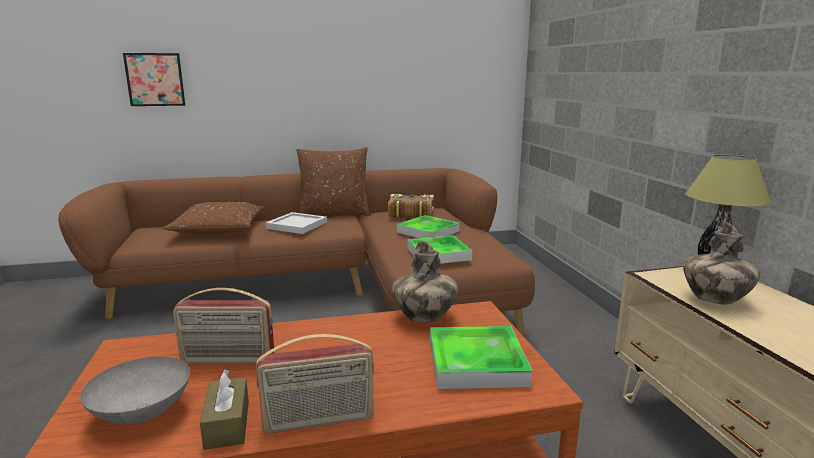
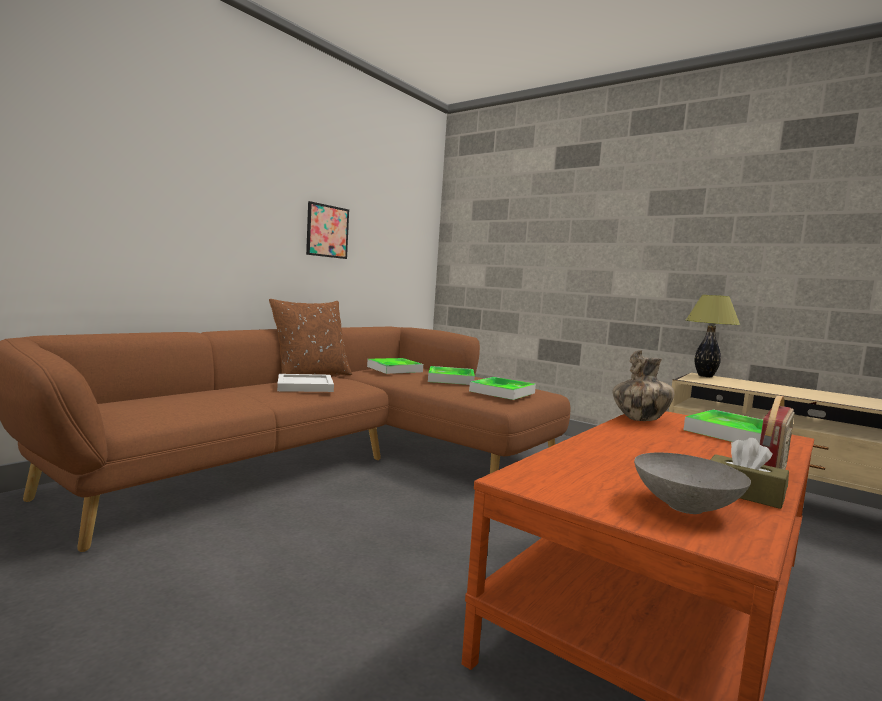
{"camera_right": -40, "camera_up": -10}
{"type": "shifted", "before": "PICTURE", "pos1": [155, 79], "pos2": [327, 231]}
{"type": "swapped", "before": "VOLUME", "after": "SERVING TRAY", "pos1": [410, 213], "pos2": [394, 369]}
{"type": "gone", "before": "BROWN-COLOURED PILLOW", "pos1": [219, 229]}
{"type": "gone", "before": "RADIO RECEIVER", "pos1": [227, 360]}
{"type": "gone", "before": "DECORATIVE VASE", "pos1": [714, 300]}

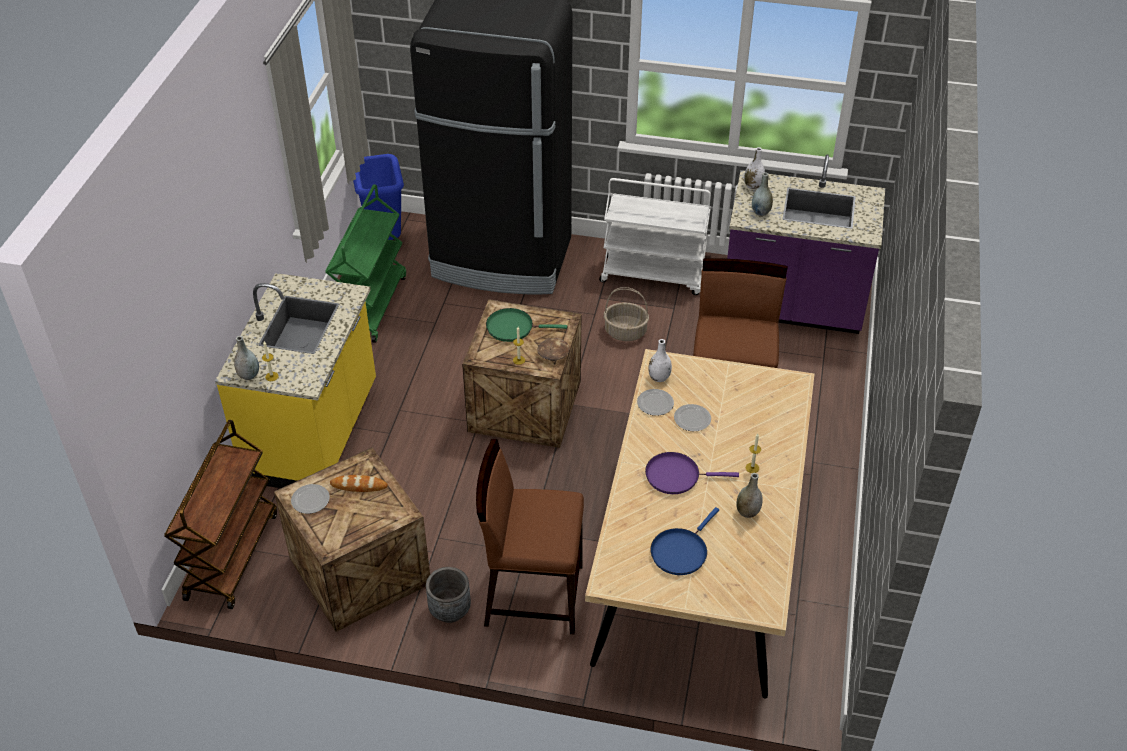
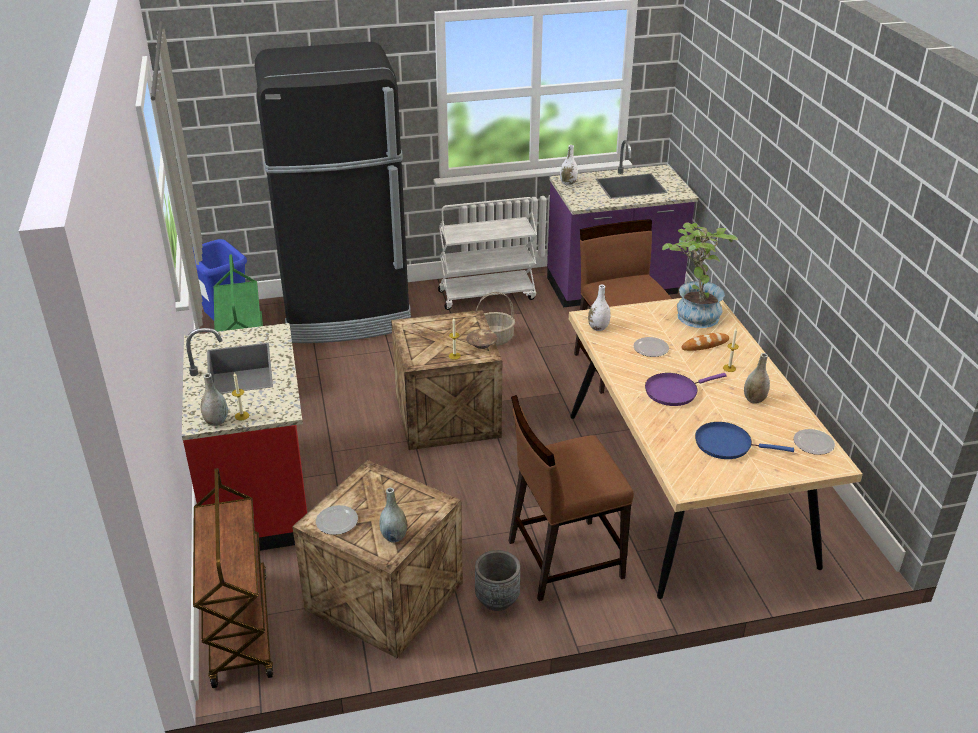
{"camera_right": -25, "camera_up": -10}
{"type": "repainted", "before": "YELLOW KITCHEN COUNTER", "after": "REDDISH KITCHEN COUNTER", "pos1": [315, 434], "pos2": [260, 495]}
{"type": "shifted", "before": "GRAY DECORATIVE VASE", "pos1": [760, 212], "pos2": [394, 537]}
{"type": "new", "after": "POTTED PLANT", "pos2": [692, 314]}
{"type": "shifted", "before": "BAKED BREAD", "pos1": [359, 486], "pos2": [705, 345]}
{"type": "rotated", "before": "BLUISH FRYING PAN", "pos1": [680, 551], "pos2": [727, 444], "turn": 90}
{"type": "shifted", "before": "FLAT DISH", "pos1": [656, 404], "pos2": [814, 443]}
{"type": "gone", "before": "GREEN FRYING PAN", "pos1": [513, 327]}

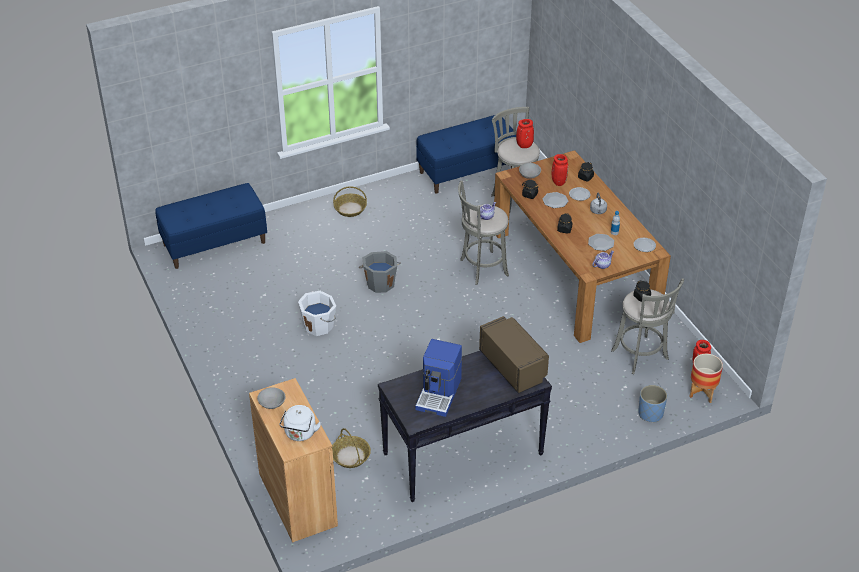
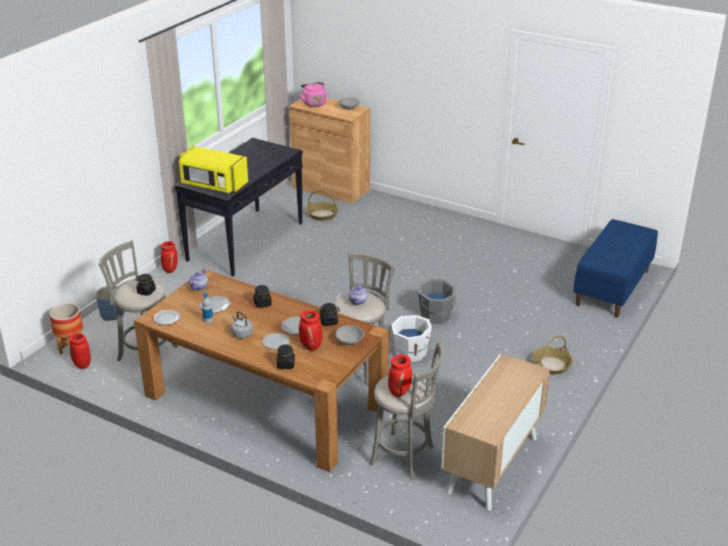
{"camera_right": 145, "camera_up": -10}
{"type": "new", "after": "REDDISH DECORATIVE VASE", "pos2": [170, 269]}
{"type": "repainted", "before": "BROWN-COLOURED MICROWAVE OVEN", "after": "YELLOW MICROWAVE OVEN", "pos1": [513, 366], "pos2": [213, 185]}
{"type": "repainted", "before": "WHITE TEA KETTLE", "after": "PINK TEA KETTLE", "pos1": [300, 434], "pos2": [314, 103]}
{"type": "shifted", "before": "WHITE WATER BUCKET", "pos1": [319, 325], "pos2": [410, 353]}
{"type": "swapped", "before": "BLUISH LONG SEAT", "after": "CUPBOARD", "pos1": [467, 171], "pos2": [493, 465]}
{"type": "gone", "before": "COFFEE MAKER", "pos1": [439, 393]}

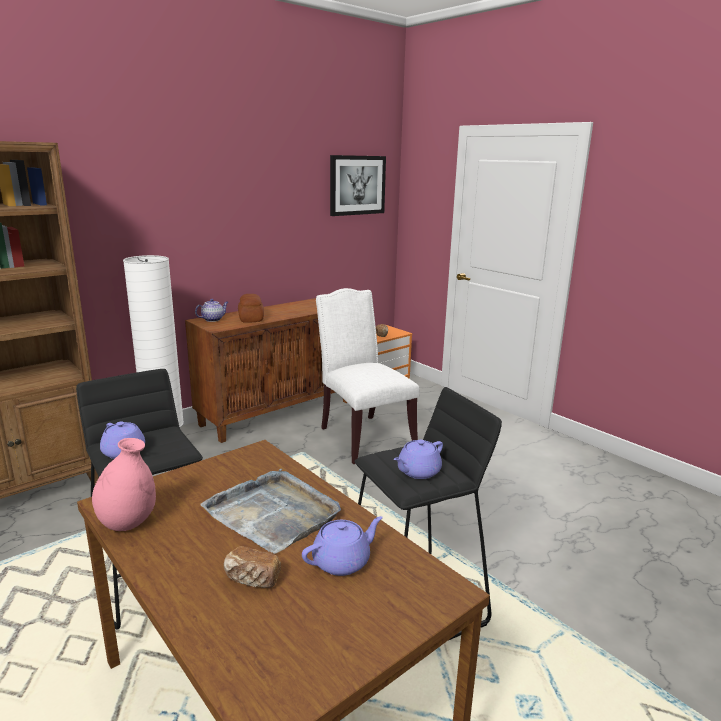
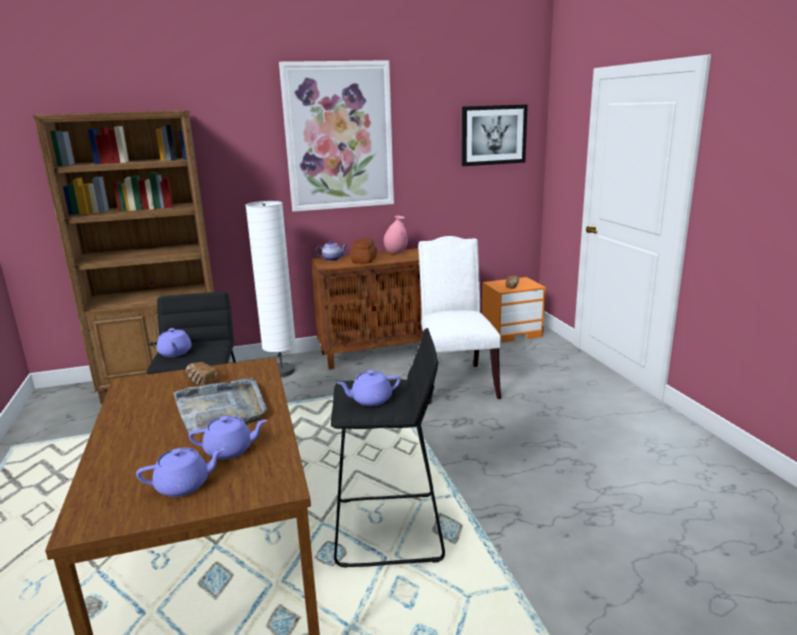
{"camera_right": 25, "camera_up": 0}
{"type": "new", "after": "PURPLE-COLOURED TEAPOT", "pos2": [184, 485]}
{"type": "shifted", "before": "BAKED BREAD", "pos1": [252, 579], "pos2": [202, 382]}
{"type": "new", "after": "PICTURE", "pos2": [339, 137]}
{"type": "shifted", "before": "PINK DECORATIVE VASE", "pos1": [128, 523], "pos2": [396, 253]}

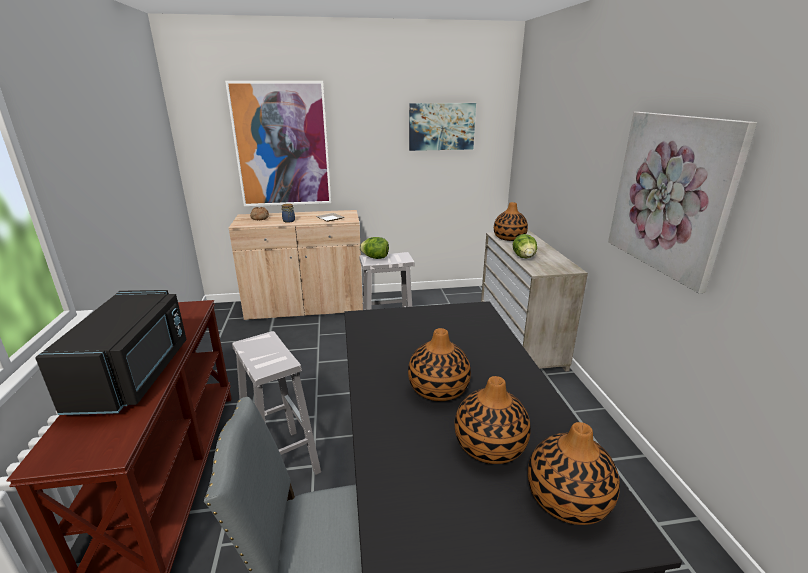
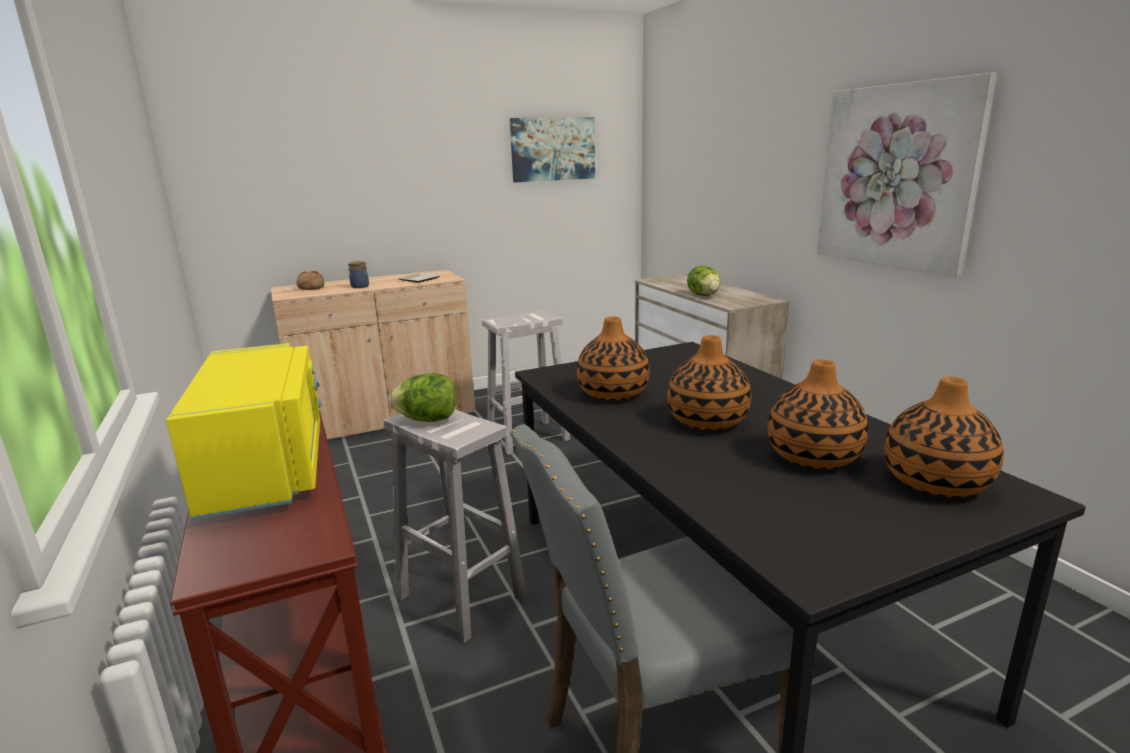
{"camera_right": -15, "camera_up": -5}
{"type": "repainted", "before": "BLACK-COLOURED MICROWAVE OVEN", "after": "YELLOW MICROWAVE OVEN", "pos1": [135, 375], "pos2": [269, 467]}
{"type": "shifted", "before": "LETTUCE", "pos1": [375, 258], "pos2": [428, 420]}
{"type": "shifted", "before": "DECORATIVE VASE", "pos1": [509, 238], "pos2": [613, 393]}
{"type": "gone", "before": "PICTURE", "pos1": [282, 145]}

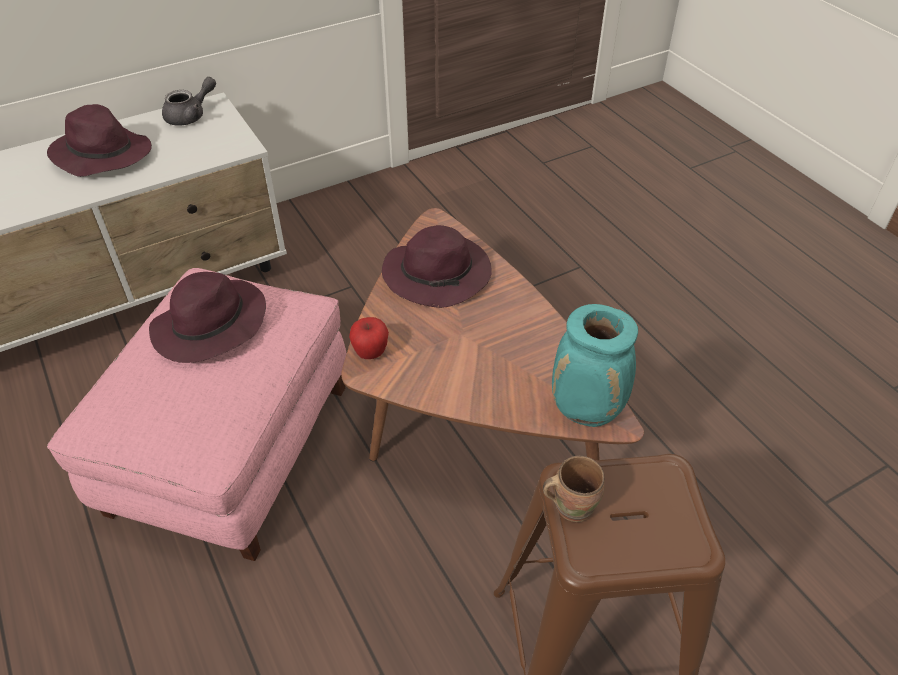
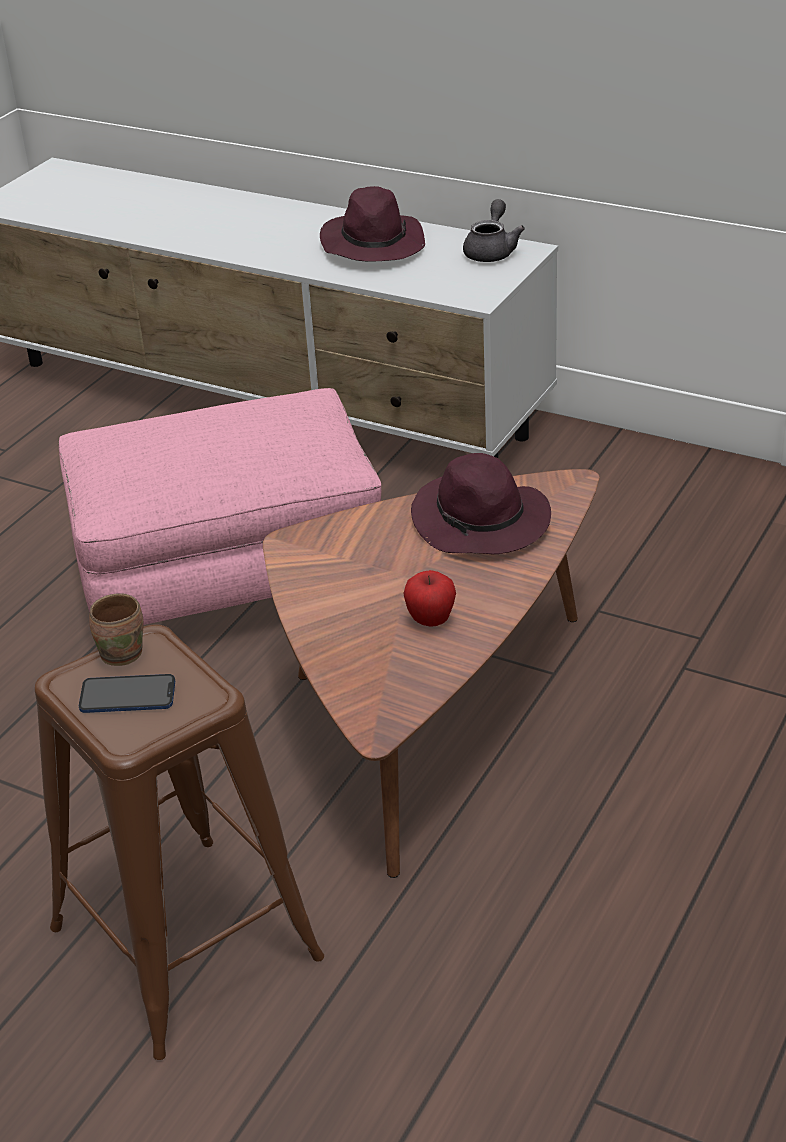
{"camera_right": 60, "camera_up": -10}
{"type": "new", "after": "HANDSET", "pos2": [128, 696]}
{"type": "shifted", "before": "APPLE", "pos1": [370, 353], "pos2": [431, 621]}
{"type": "rotated", "before": "GRAY TEAPOT", "pos1": [191, 116], "pos2": [492, 251], "turn": -90}
{"type": "gone", "before": "PURPLE-COLOURED CLOTHING HAT", "pos1": [210, 327]}
{"type": "gone", "before": "TURQUOISE-COLOURED DECORATIVE VASE", "pos1": [587, 411]}

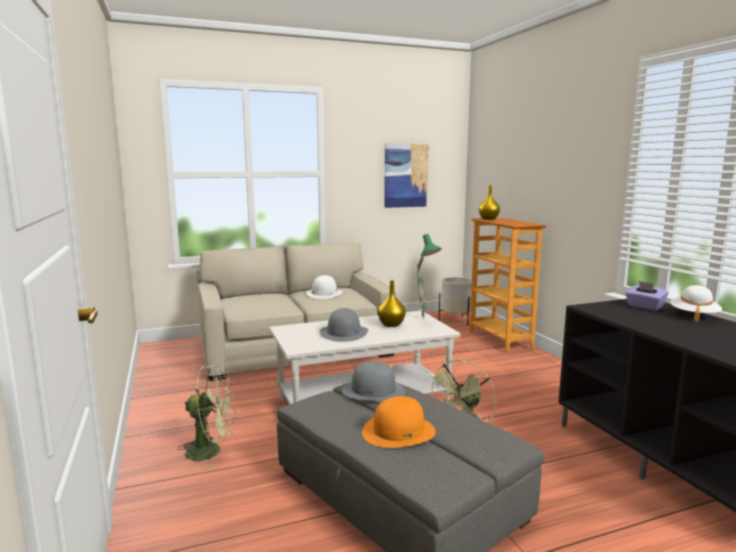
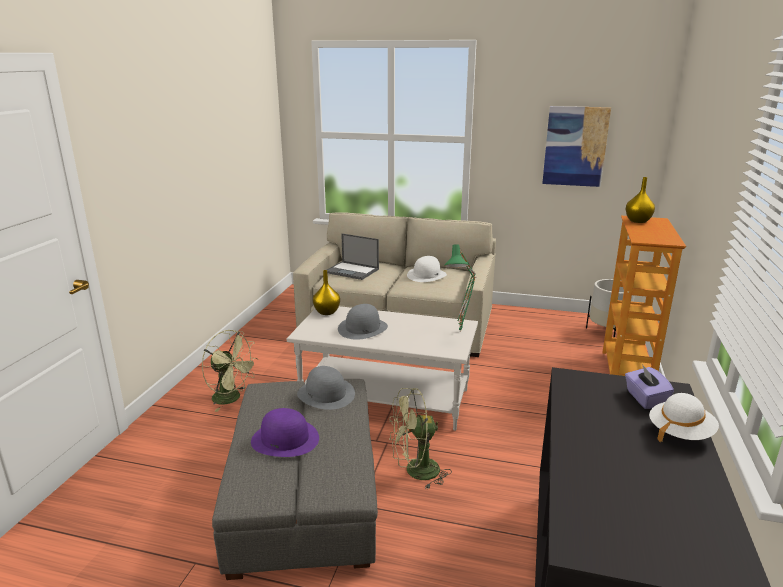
{"camera_right": 35, "camera_up": 10}
{"type": "repainted", "before": "ORANGE CLOTHING HAT", "after": "PURPLE-COLOURED CLOTHING HAT", "pos1": [399, 431], "pos2": [285, 439]}
{"type": "shifted", "before": "YELLOW DECORATIVE VASE", "pos1": [391, 324], "pos2": [327, 312]}
{"type": "new", "after": "LAPTOP", "pos2": [352, 271]}

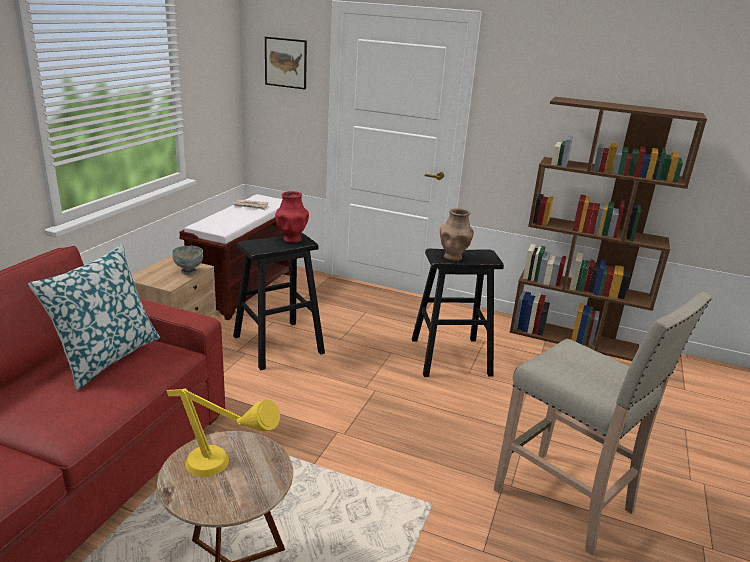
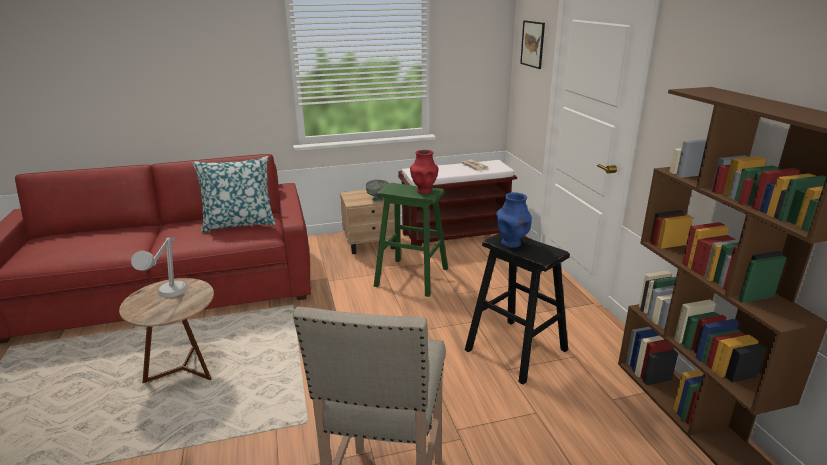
{"camera_right": 55, "camera_up": 0}
{"type": "repainted", "before": "YELLOW LAMP FOR A TABLE", "after": "GRAY LAMP FOR A TABLE", "pos1": [223, 471], "pos2": [168, 297]}
{"type": "repainted", "before": "BLACK-COLOURED STOOL", "after": "GREEN STOOL", "pos1": [278, 344], "pos2": [412, 277]}
{"type": "repainted", "before": "BROWN-COLOURED DECORATIVE VASE", "after": "BLUISH DECORATIVE VASE", "pos1": [453, 257], "pos2": [511, 243]}

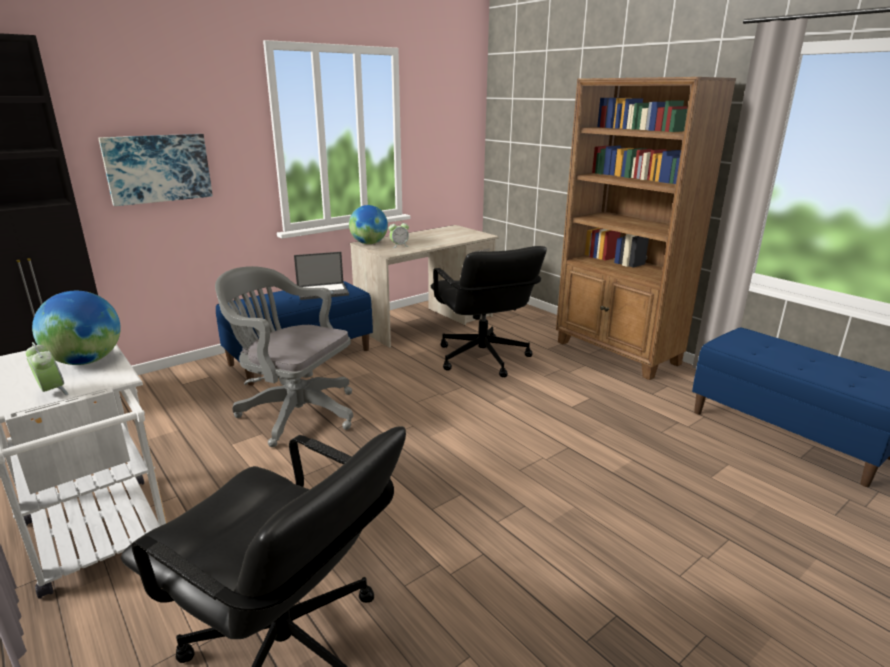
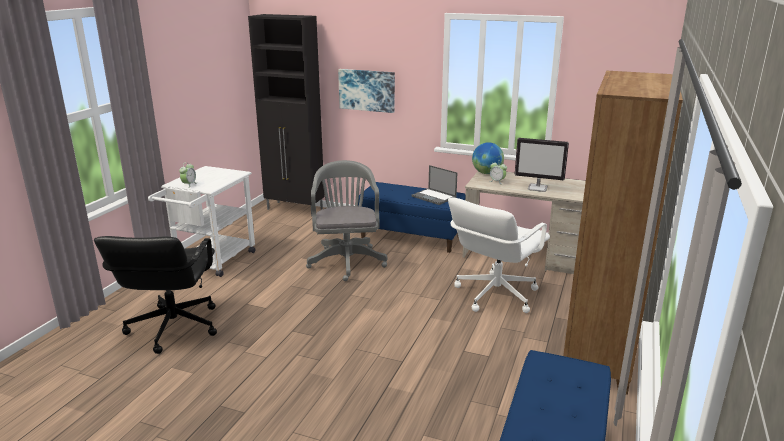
{"camera_right": 60, "camera_up": 0}
{"type": "repainted", "before": "BLACK-COLOURED OFFICE CHAIR", "after": "WHITE OFFICE CHAIR", "pos1": [482, 358], "pos2": [495, 295]}
{"type": "new", "after": "COMPUTER DISPLAY", "pos2": [538, 188]}
{"type": "gone", "before": "DESK GLOBE", "pos1": [86, 361]}

